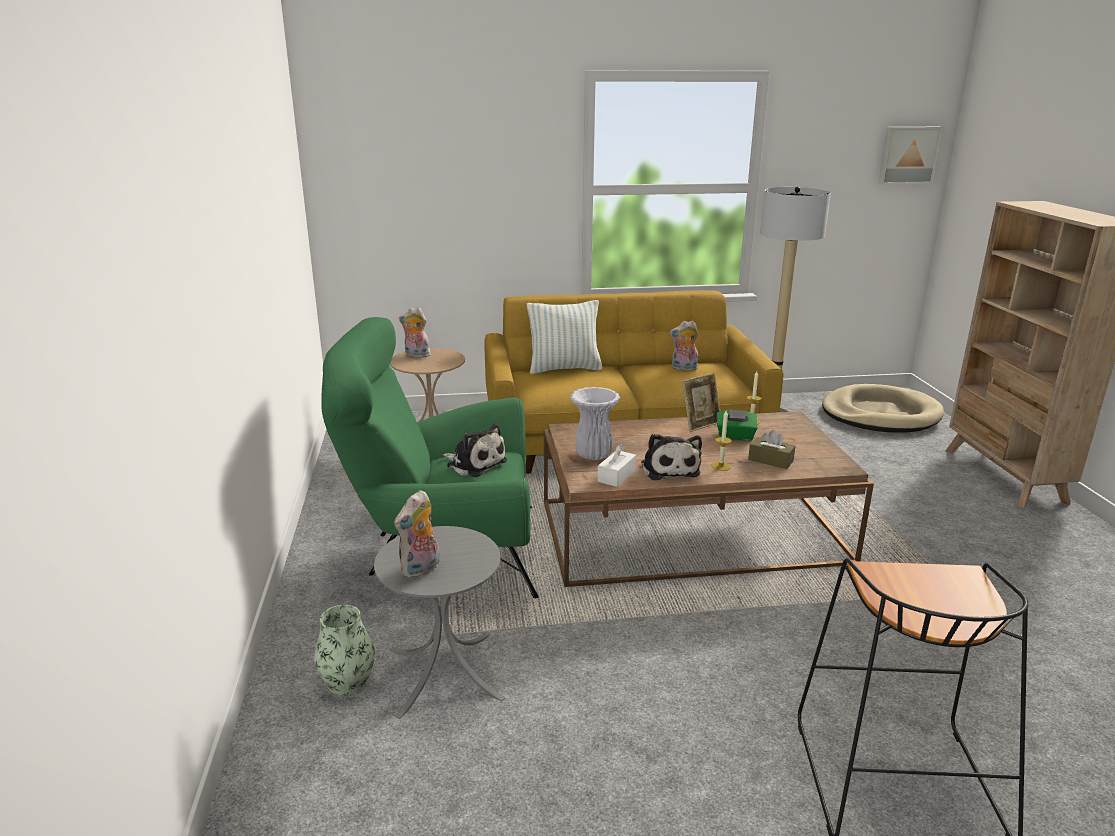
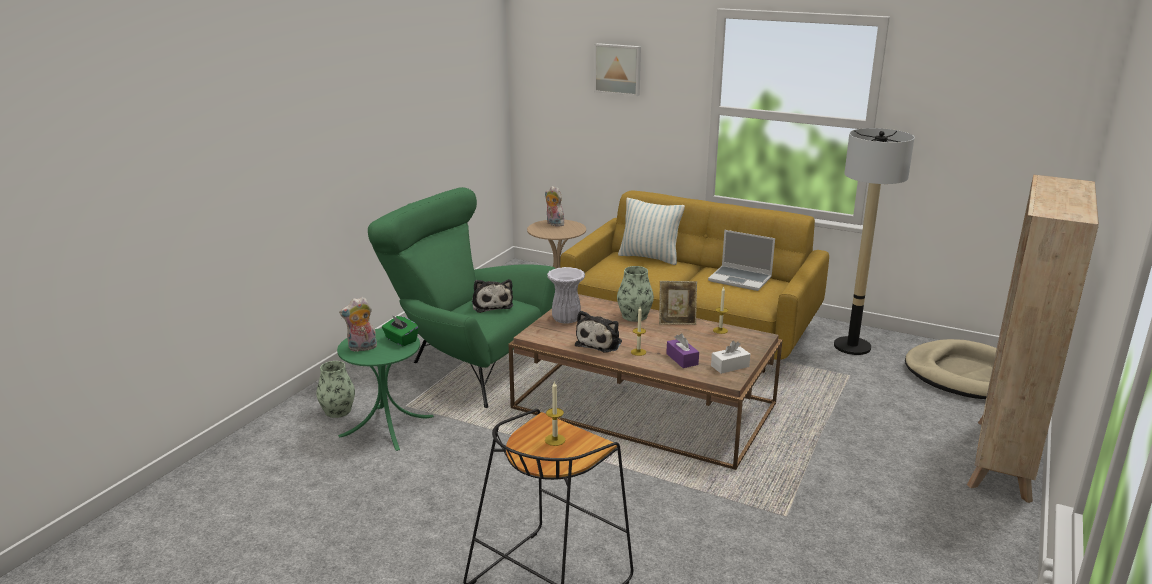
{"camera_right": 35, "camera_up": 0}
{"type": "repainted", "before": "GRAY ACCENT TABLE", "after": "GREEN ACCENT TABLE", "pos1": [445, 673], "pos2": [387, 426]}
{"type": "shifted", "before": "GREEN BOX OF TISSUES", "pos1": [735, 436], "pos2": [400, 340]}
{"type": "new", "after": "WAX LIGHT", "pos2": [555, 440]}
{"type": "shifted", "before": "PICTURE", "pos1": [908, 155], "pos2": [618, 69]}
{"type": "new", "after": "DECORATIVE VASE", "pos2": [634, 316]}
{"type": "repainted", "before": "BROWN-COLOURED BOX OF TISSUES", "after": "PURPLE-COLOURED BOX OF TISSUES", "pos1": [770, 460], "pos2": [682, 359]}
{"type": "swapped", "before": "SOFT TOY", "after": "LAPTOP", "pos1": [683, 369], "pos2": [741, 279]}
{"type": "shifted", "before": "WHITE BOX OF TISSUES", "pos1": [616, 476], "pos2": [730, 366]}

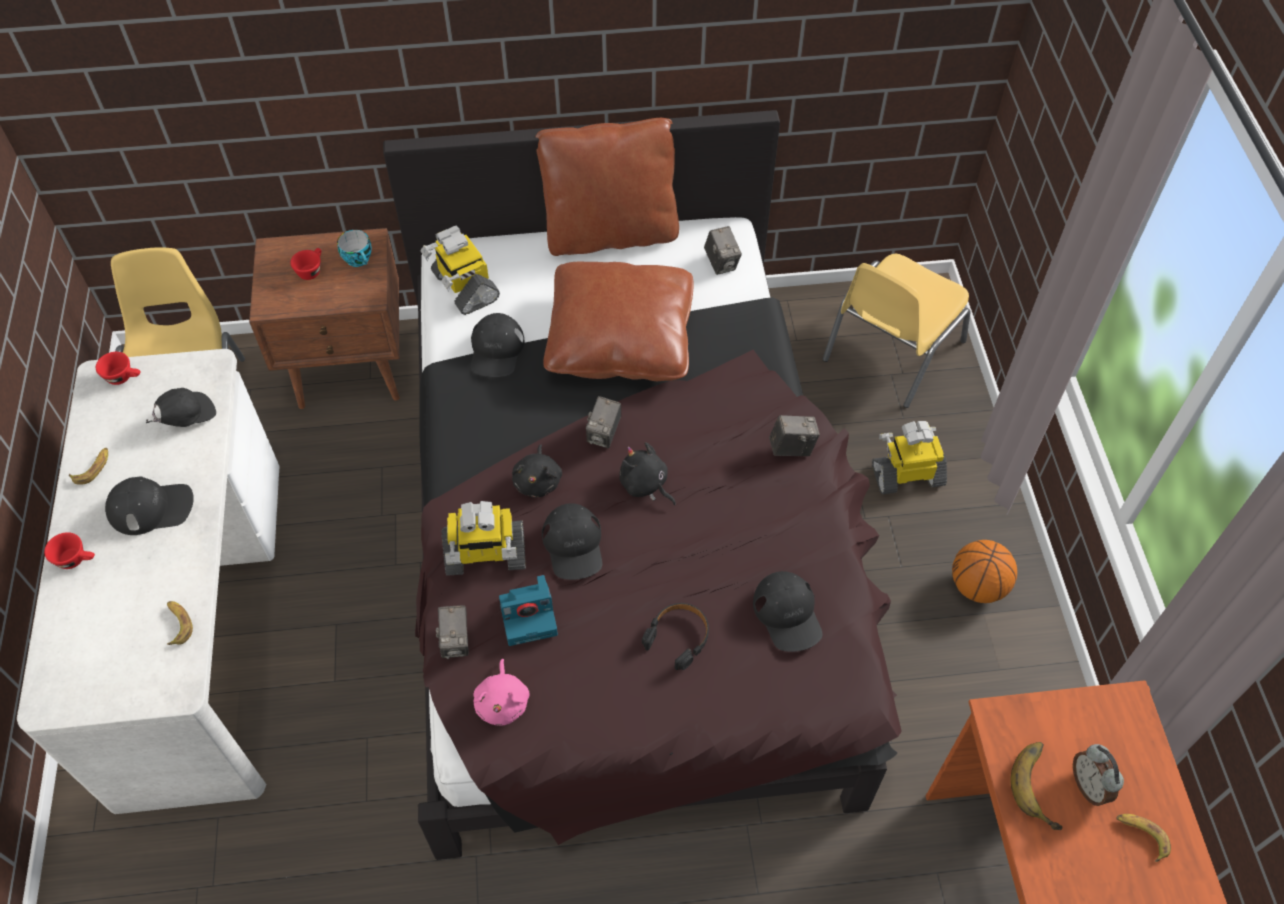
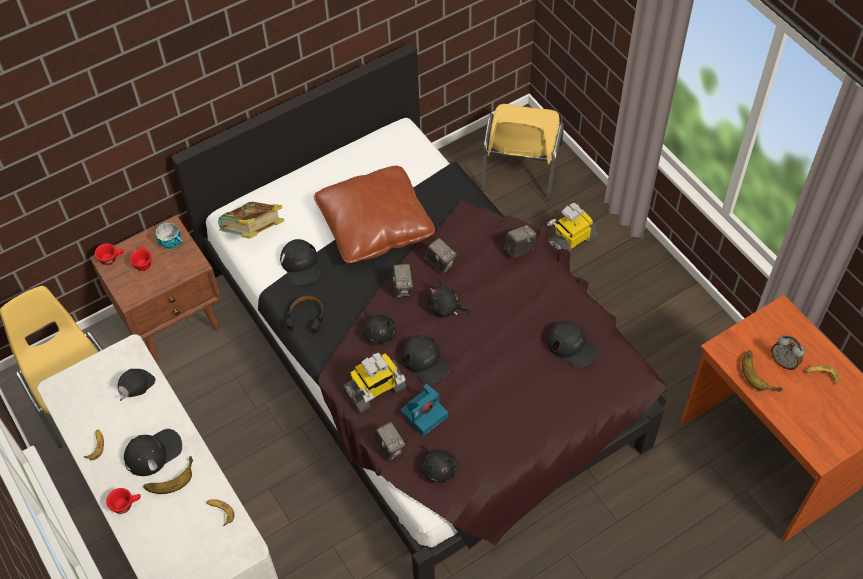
{"camera_right": -25, "camera_up": 0}
{"type": "shifted", "before": "REDDISH SMALL CUP", "pos1": [124, 377], "pos2": [111, 258]}
{"type": "new", "after": "WHOLE BANANA", "pos2": [169, 476]}
{"type": "swapped", "before": "ROBOT FIGURE", "after": "VOLUME", "pos1": [464, 287], "pos2": [253, 233]}
{"type": "shifted", "before": "BLACK-COLOURED PAIR OF HEADPHONES", "pos1": [678, 637], "pos2": [306, 317]}
{"type": "repainted", "before": "PINK SOFT TOY", "after": "BLACK-COLOURED SOFT TOY", "pos1": [503, 702], "pos2": [438, 469]}
{"type": "shifted", "before": "STILL CAMERA", "pos1": [721, 263], "pos2": [440, 263]}
{"type": "gone", "before": "BROWN-COLOURED PILLOW", "pos1": [610, 233]}
{"type": "gone", "before": "BASKETBALL", "pos1": [977, 586]}

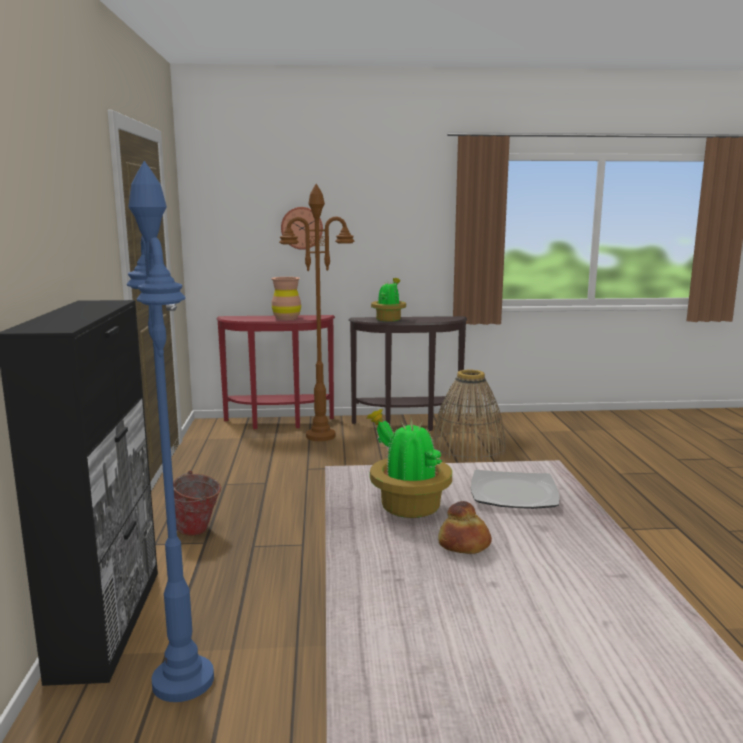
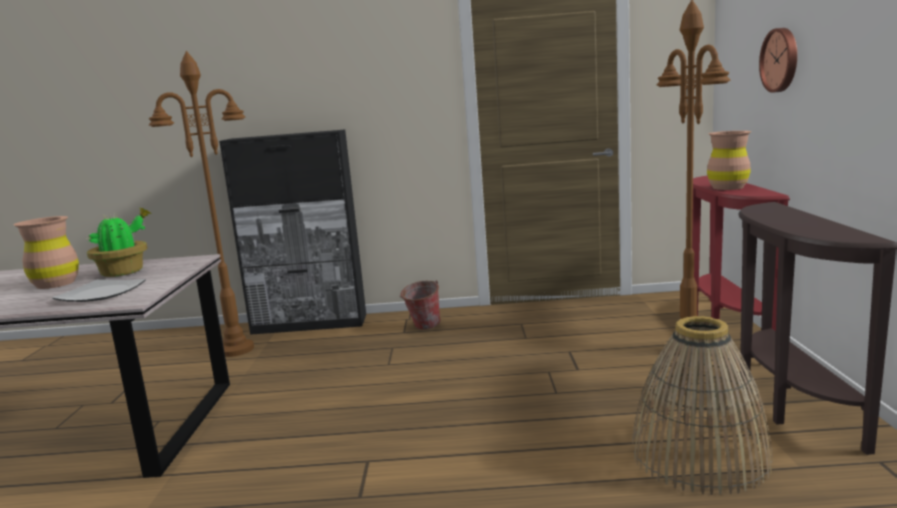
{"camera_right": 95, "camera_up": 0}
{"type": "swapped", "before": "BAKED BREAD", "after": "BROWN-COLOURED DECORATIVE VASE", "pos1": [463, 544], "pos2": [56, 284]}
{"type": "repainted", "before": "BLUISH STANDARD LAMP", "after": "BROWN-COLOURED STANDARD LAMP", "pos1": [182, 680], "pos2": [236, 349]}
{"type": "gone", "before": "POTTED PLANT", "pos1": [389, 320]}

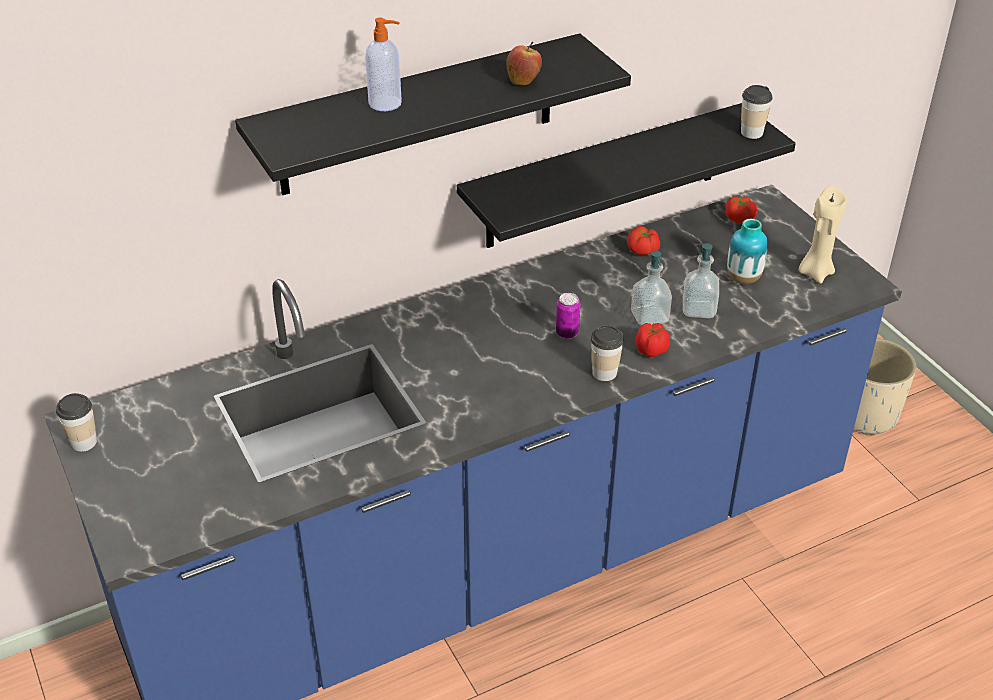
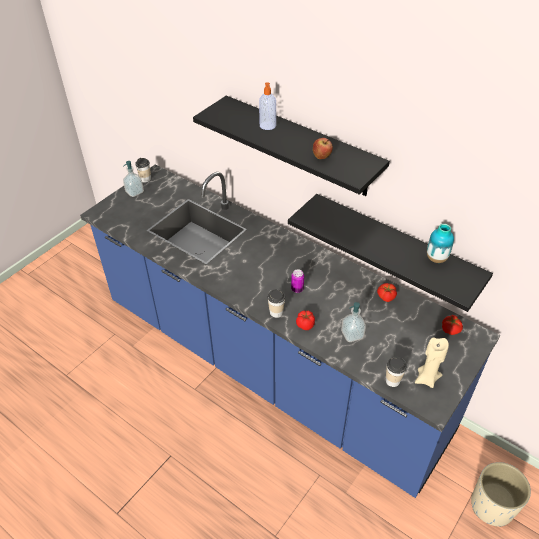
{"camera_right": 65, "camera_up": 5}
{"type": "shifted", "before": "SOAP BOTTLE", "pos1": [649, 317], "pos2": [134, 192]}
{"type": "shifted", "before": "SMALL CUP", "pos1": [751, 132], "pos2": [392, 380]}
{"type": "shifted", "before": "DECORATIVE VASE", "pos1": [743, 278], "pos2": [436, 258]}

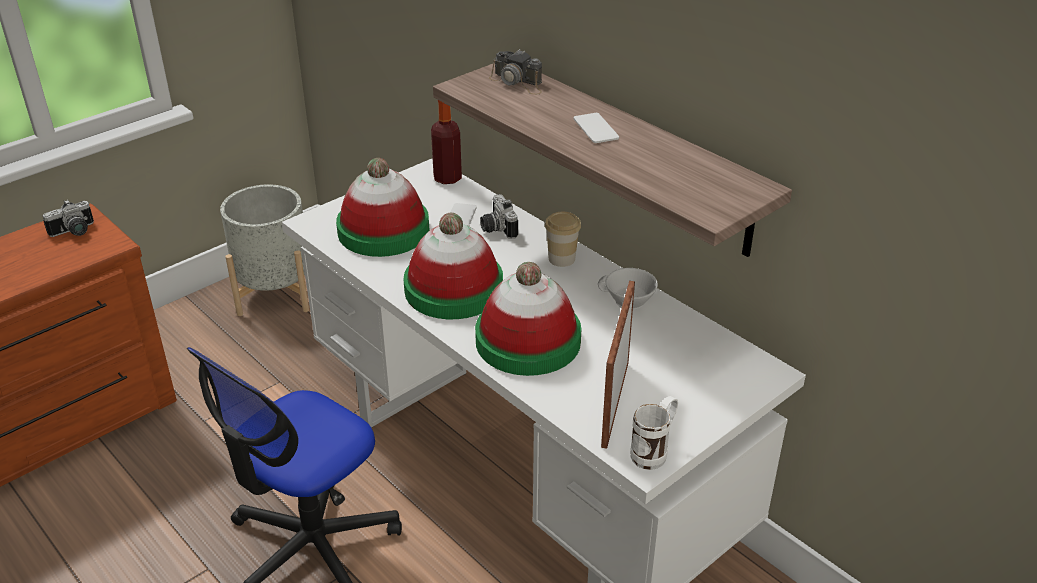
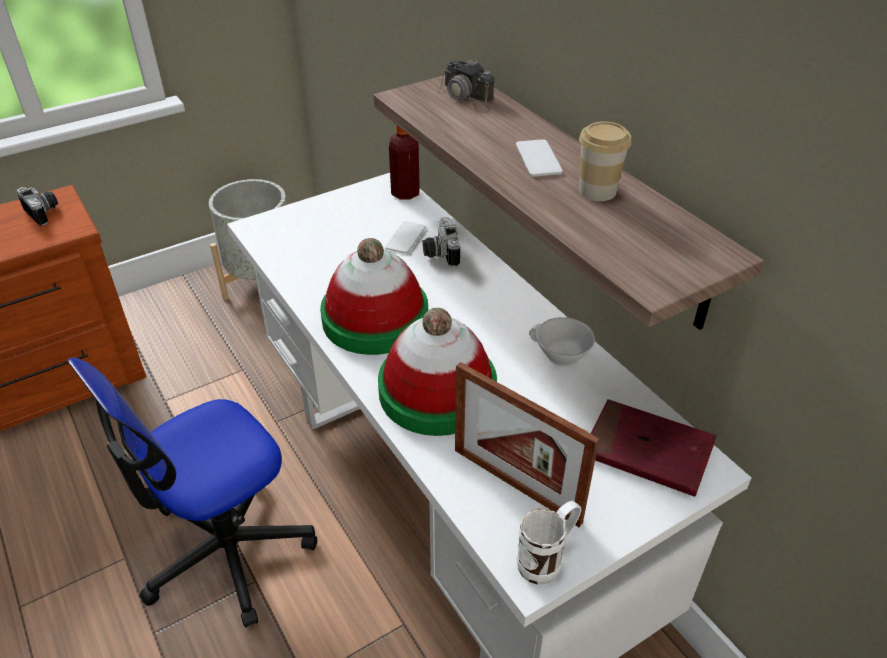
{"camera_right": 10, "camera_up": 5}
{"type": "rotated", "before": "STILL CAMERA", "pos1": [74, 232], "pos2": [45, 212], "turn": -105}
{"type": "rotated", "before": "PHOTO FRAME", "pos1": [615, 403], "pos2": [516, 485], "turn": -75}
{"type": "shifted", "before": "SMALL CUP", "pos1": [561, 259], "pos2": [597, 191]}
{"type": "new", "after": "REDDISH VOLUME", "pos2": [647, 451]}
{"type": "gone", "before": "CLOTHING HAT", "pos1": [383, 230]}

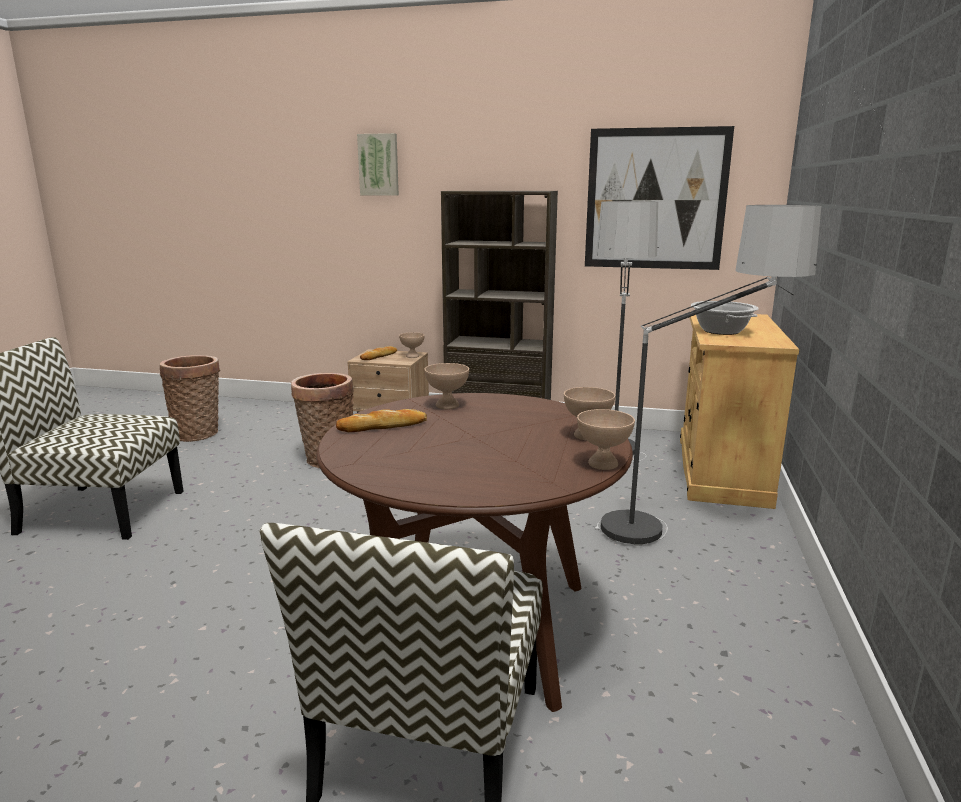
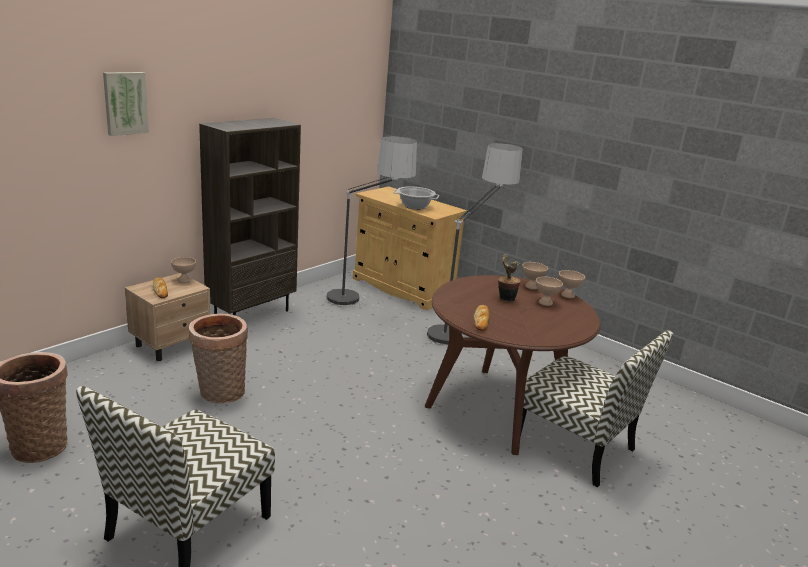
{"camera_right": -65, "camera_up": 5}
{"type": "new", "after": "POTTED PLANT", "pos2": [505, 299]}
{"type": "shifted", "before": "SAND-COLOURED DEEP DISH", "pos1": [446, 405], "pos2": [545, 303]}
{"type": "gone", "before": "PICTURE", "pos1": [655, 199]}

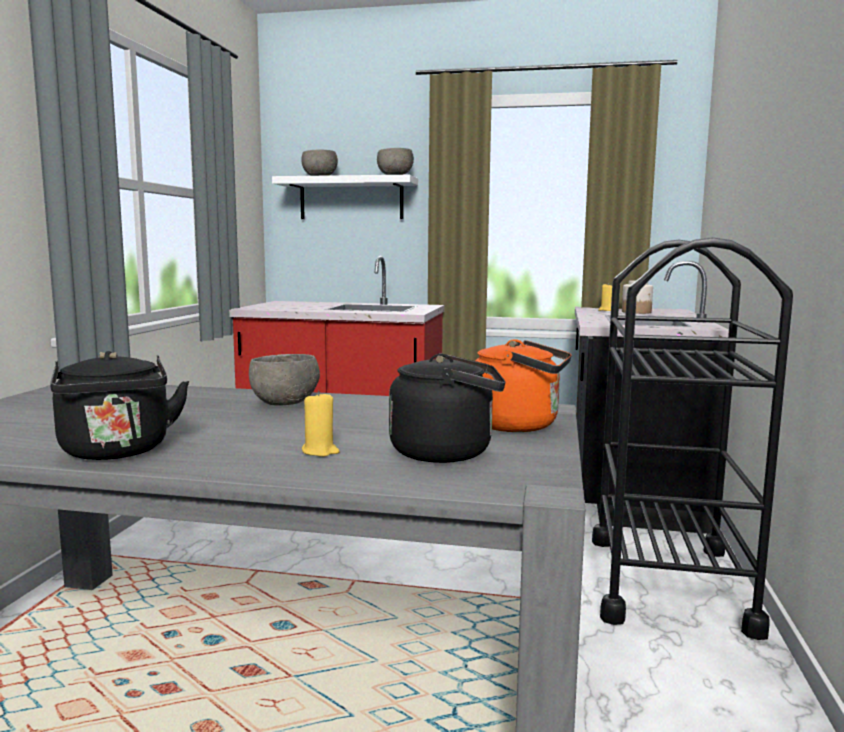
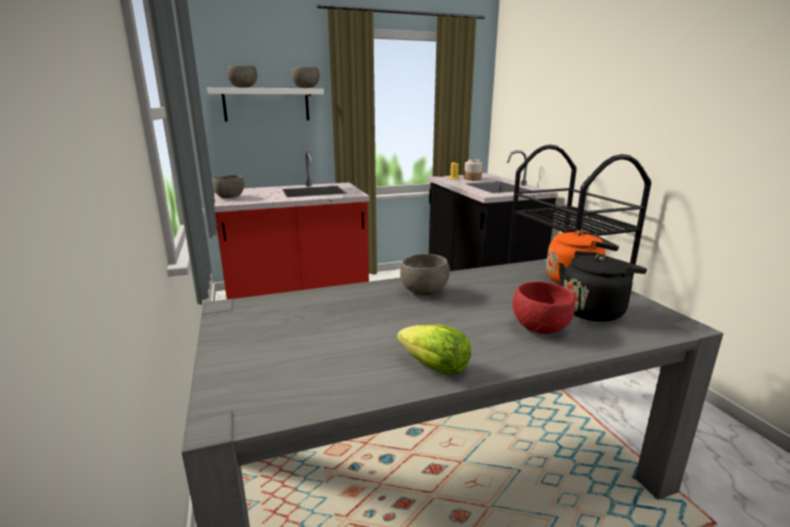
{"camera_right": -30, "camera_up": 10}
{"type": "new", "after": "GRAY DEEP DISH", "pos2": [230, 197]}
{"type": "swapped", "before": "BLACK-COLOURED TEA KETTLE", "after": "LETTUCE", "pos1": [117, 452], "pos2": [435, 367]}
{"type": "swapped", "before": "YELLOW WAX LIGHT", "after": "REDDISH DEEP DISH", "pos1": [320, 451], "pos2": [539, 329]}

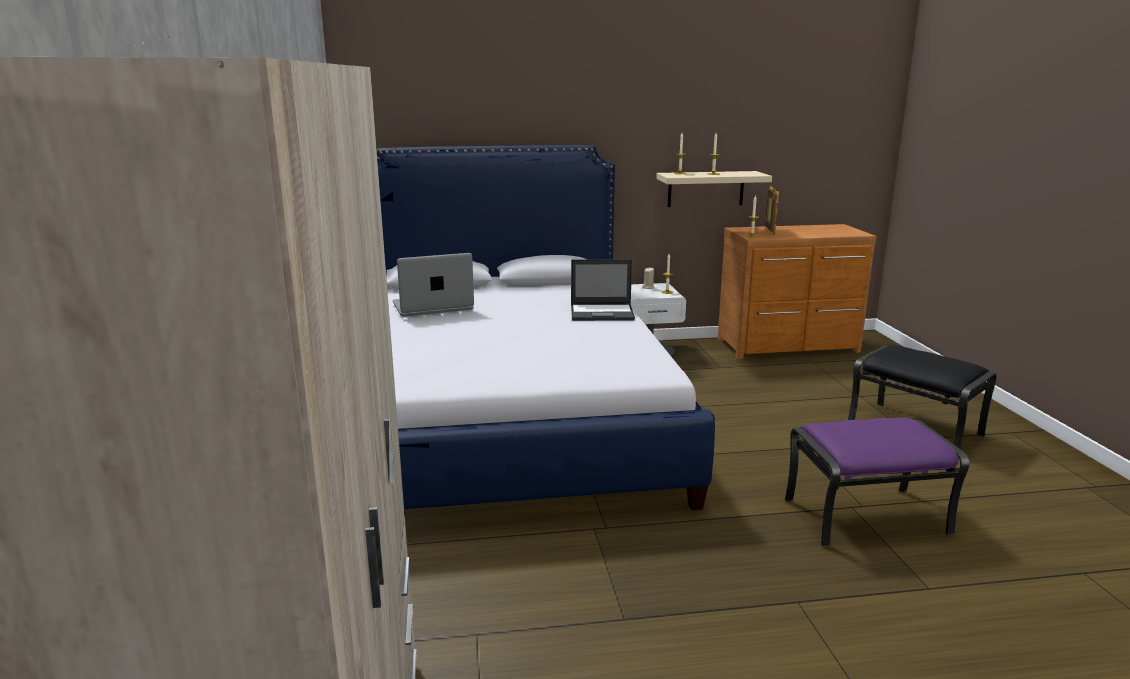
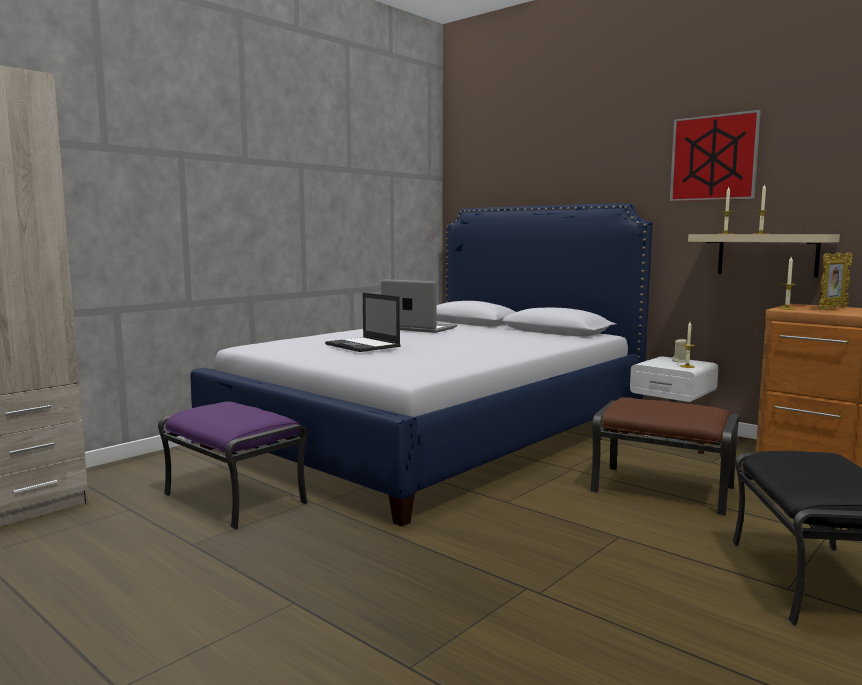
{"camera_right": 50, "camera_up": -10}
{"type": "shifted", "before": "PURPLE-COLOURED OTTOMAN", "pos1": [866, 516], "pos2": [236, 499]}
{"type": "shifted", "before": "LAPTOP", "pos1": [603, 313], "pos2": [363, 345]}
{"type": "new", "after": "BROWN-COLOURED OTTOMAN", "pos2": [663, 490]}
{"type": "new", "after": "PICTURE", "pos2": [713, 158]}

